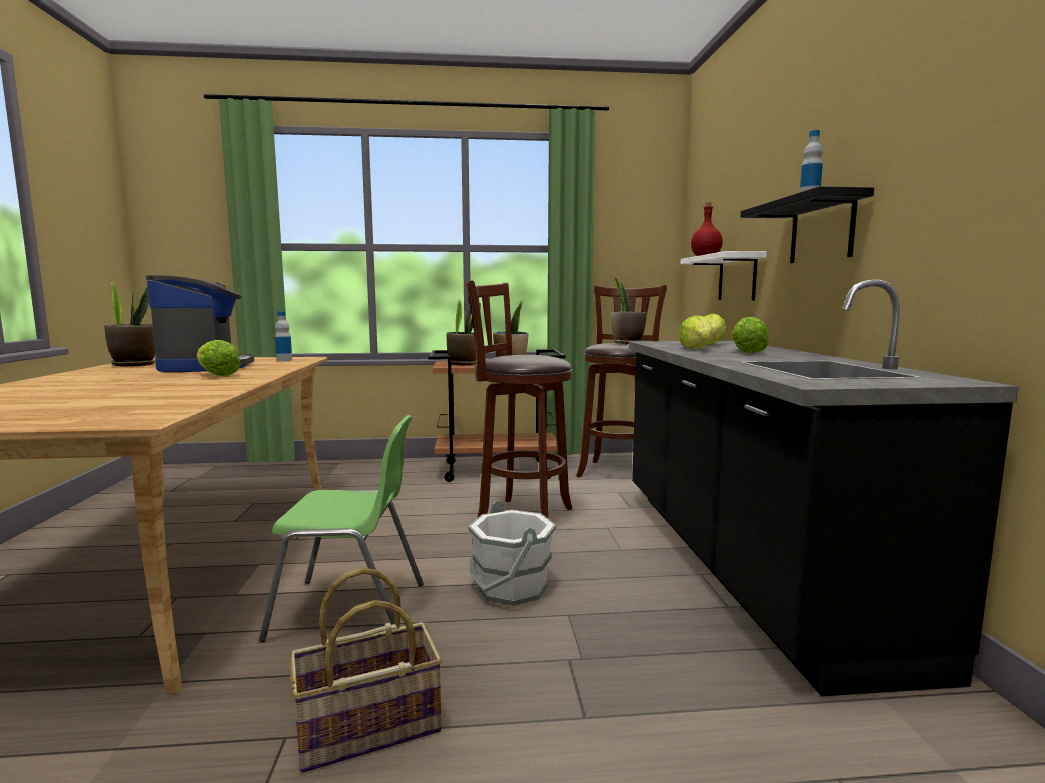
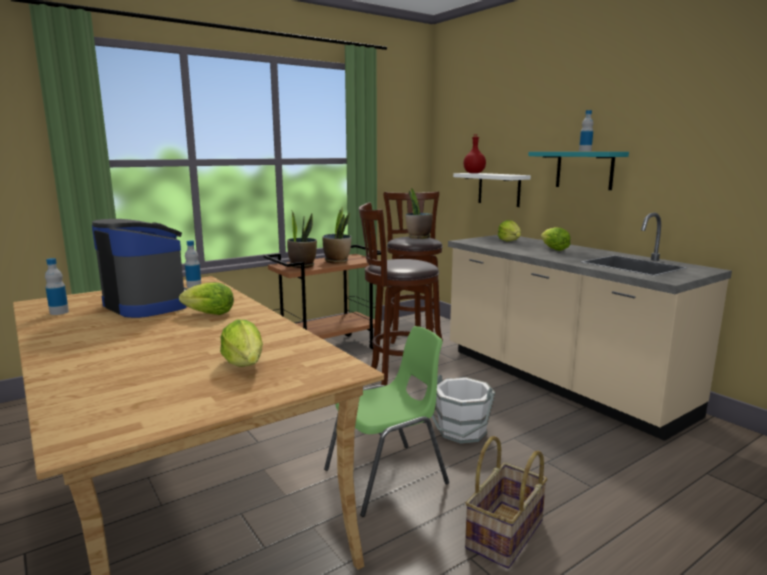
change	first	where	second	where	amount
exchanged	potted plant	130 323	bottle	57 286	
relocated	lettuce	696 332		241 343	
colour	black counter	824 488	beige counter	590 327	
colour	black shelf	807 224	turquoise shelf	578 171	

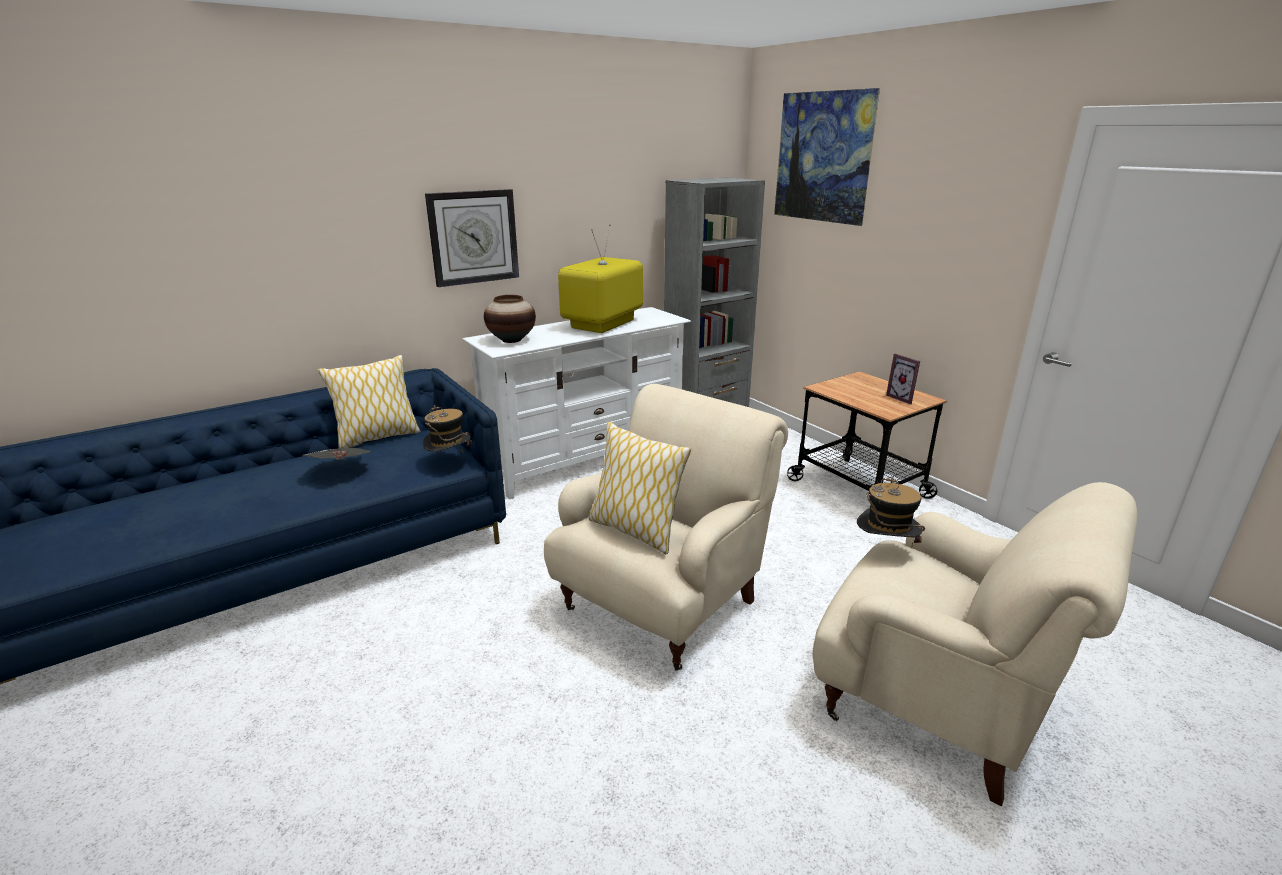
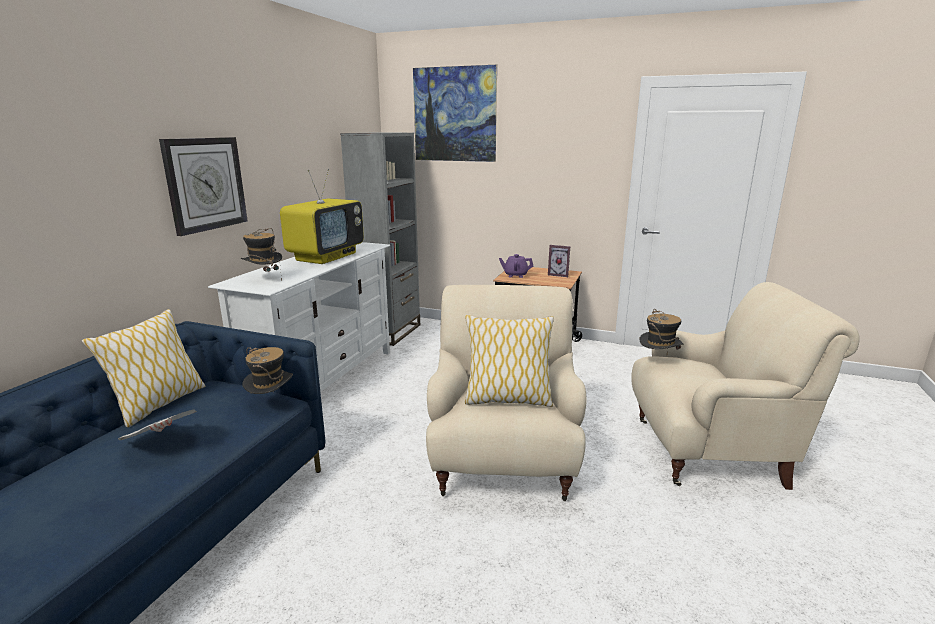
change	first	where	second	where	amount
exchanged	vase	510 319	hat	261 254	
spun	television	600 278		322 216	150 degrees counterclockwise
appeared			purple teapot	516 266	

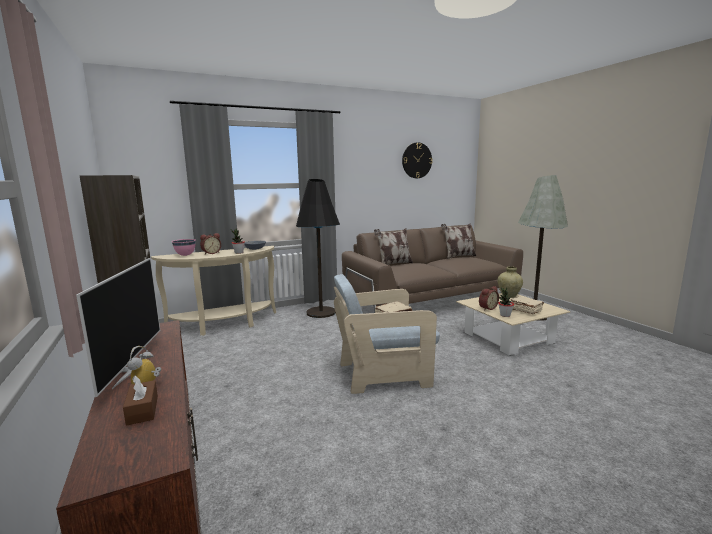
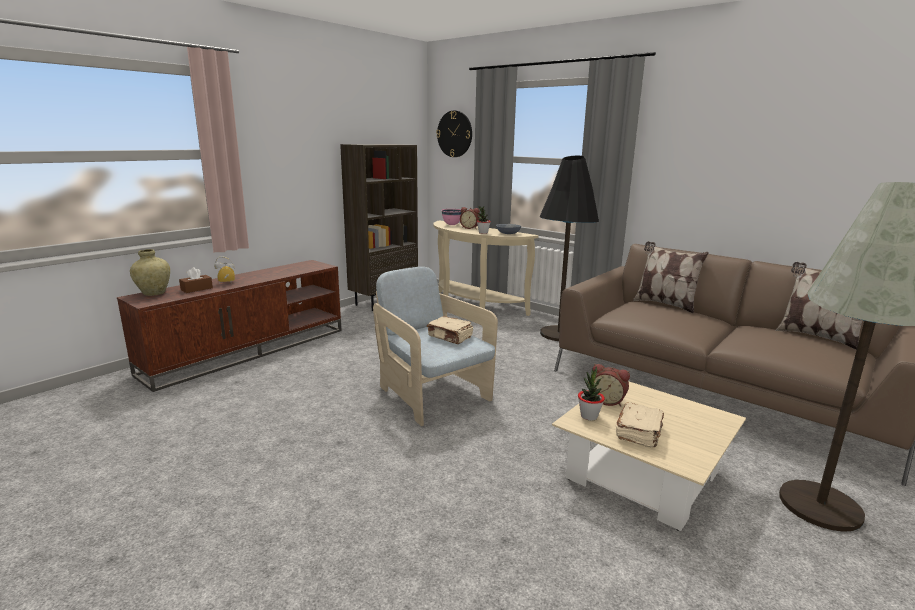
change	first	where	second	where	amount
relocated	beige vase	510 282		150 272	
relocated	wall clock	417 160		454 133	
missing	television	118 327			

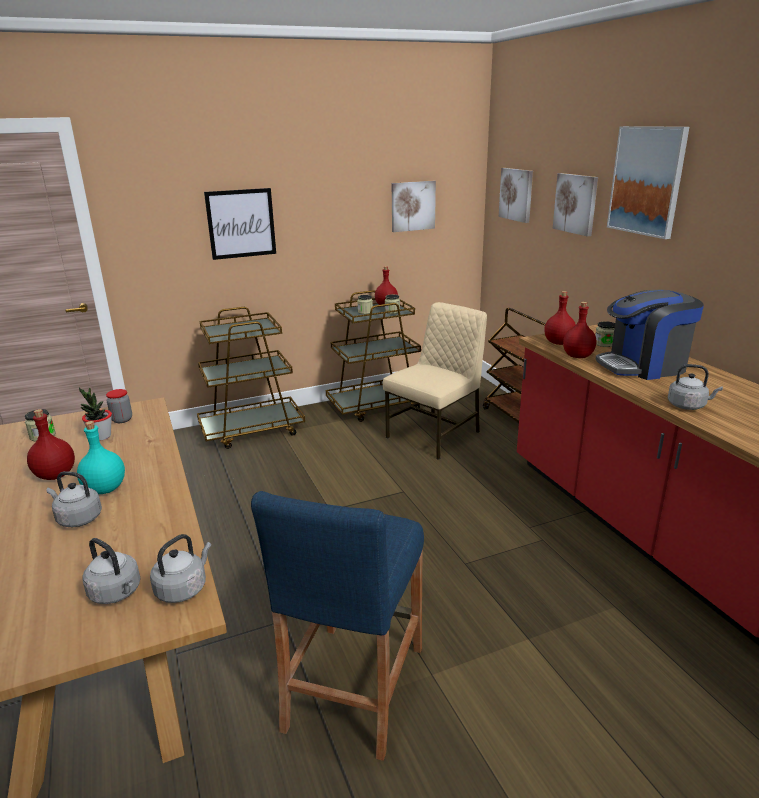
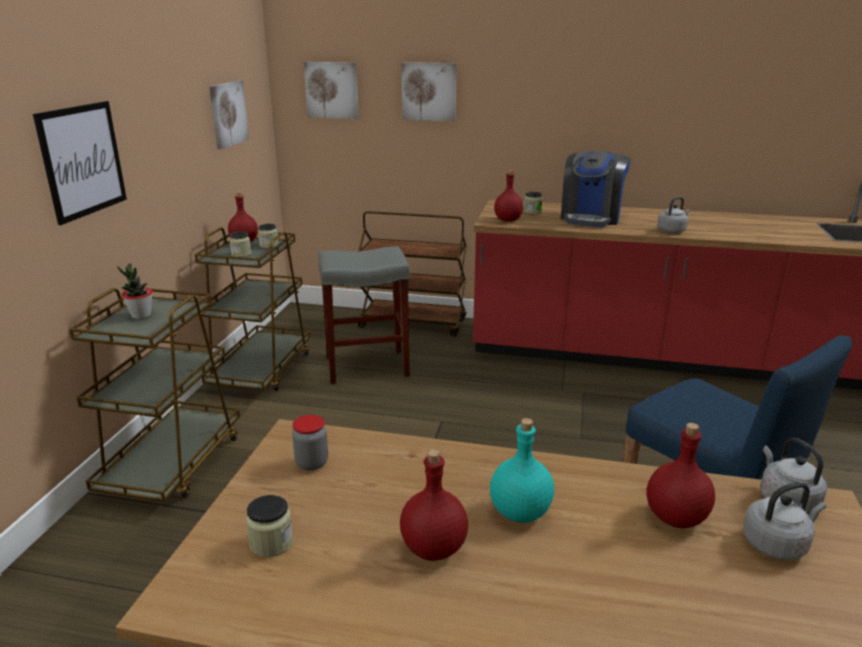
change	first	where	second	where	amount
relocated	potted plant	95 414		135 291	
exchanged	beige chair	435 381	grey stool	364 315	
relocated	red bottle	579 330		681 476	
missing	grey kettle	74 499			
missing	picture	648 182			

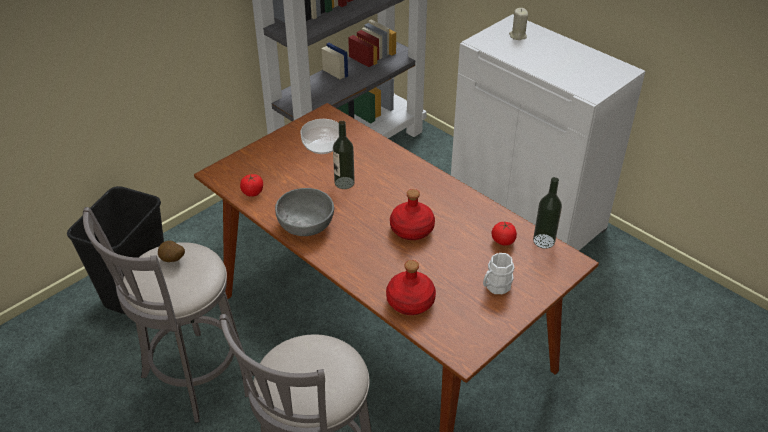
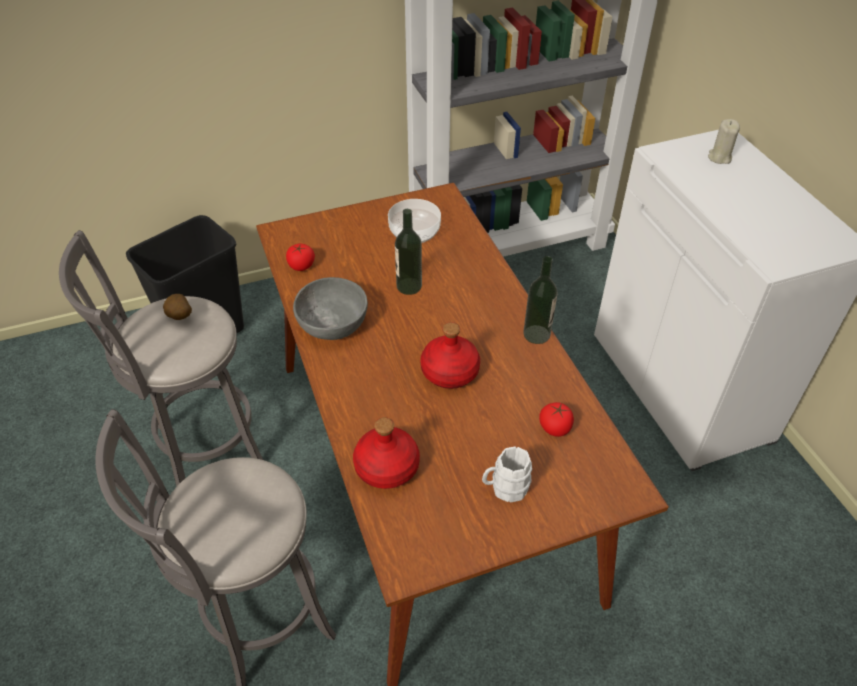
change	first	where	second	where	amount
relocated	bottle	547 213		540 300	

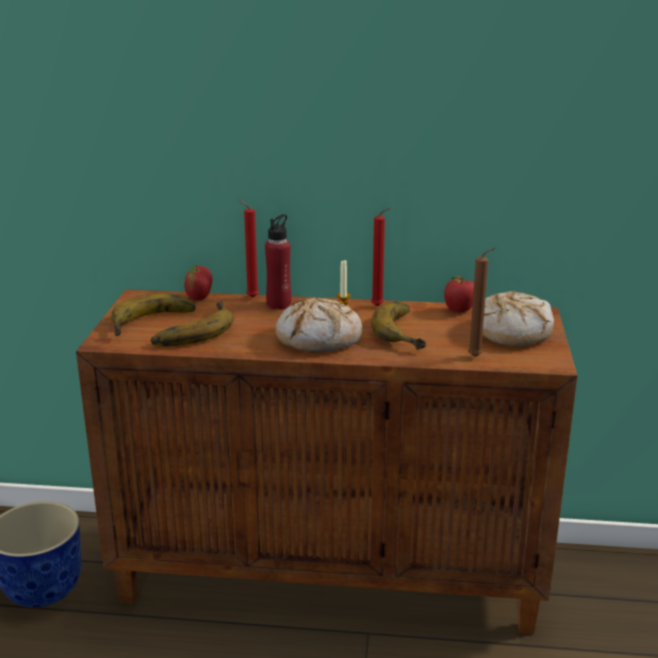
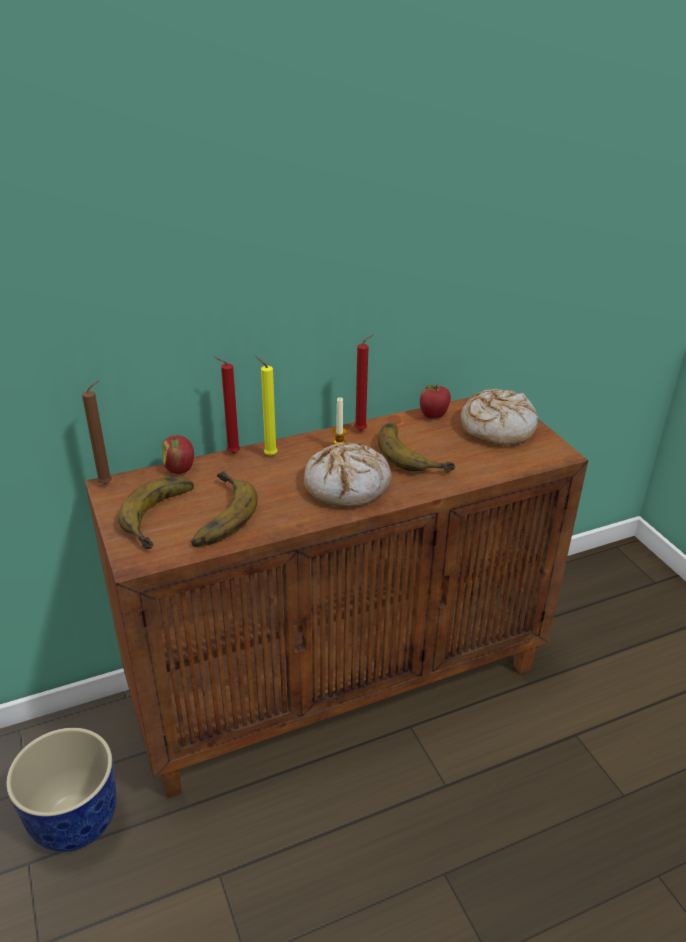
change	first	where	second	where	amount
relocated	brown candle	482 302		97 432	
exchanged	red bottle	278 262	yellow candle	266 406	

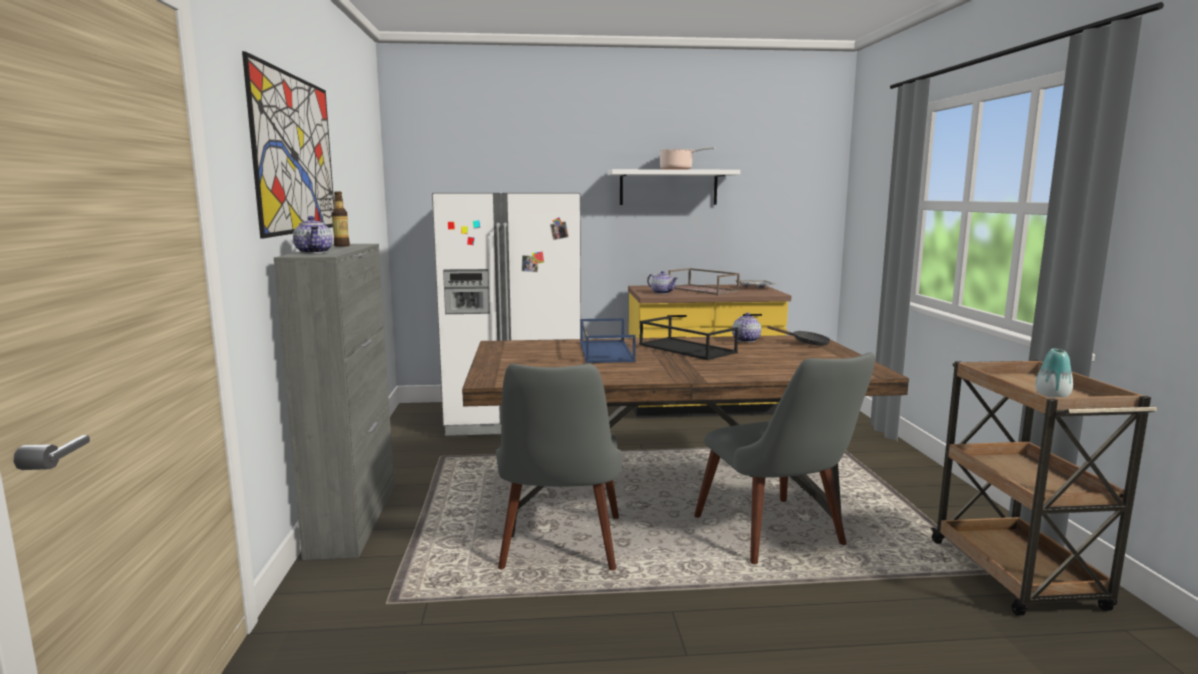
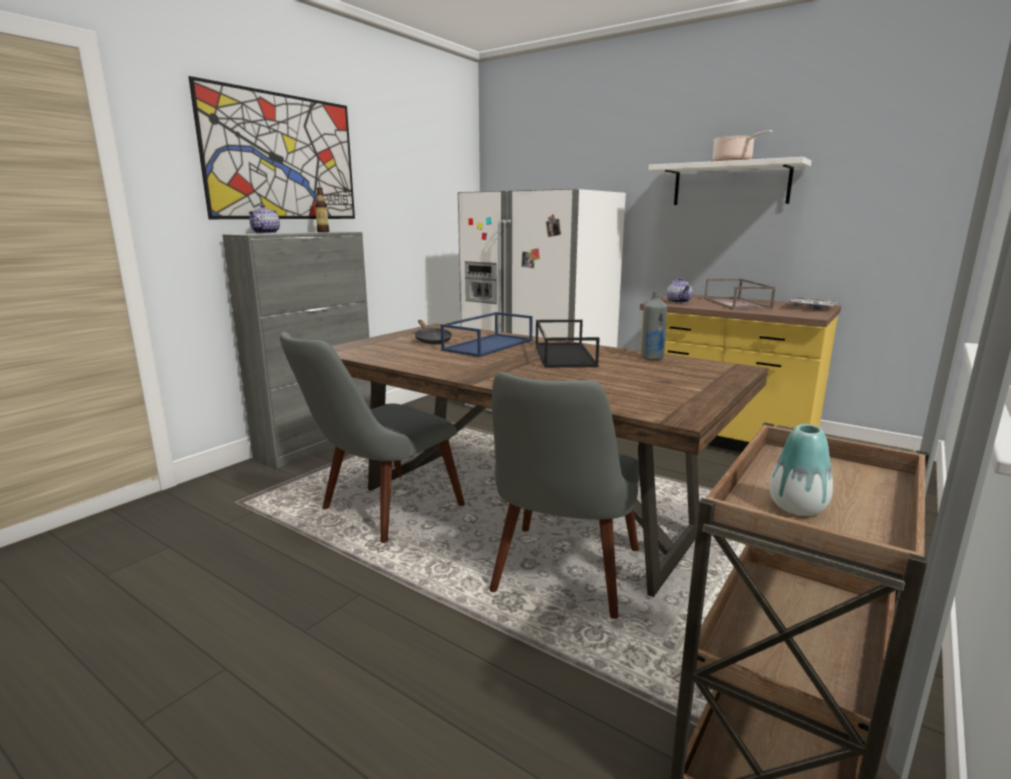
change	first	where	second	where	amount
relocated	black frying pan	799 336		433 332	
exchanged	teapot	746 327	grey bottle	654 325	

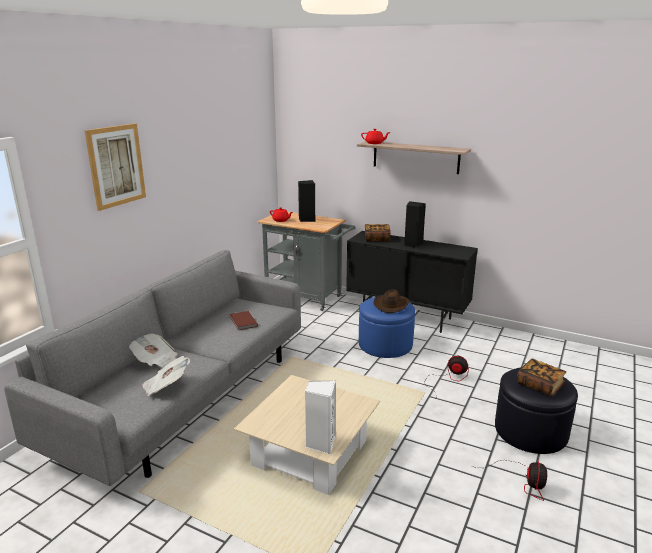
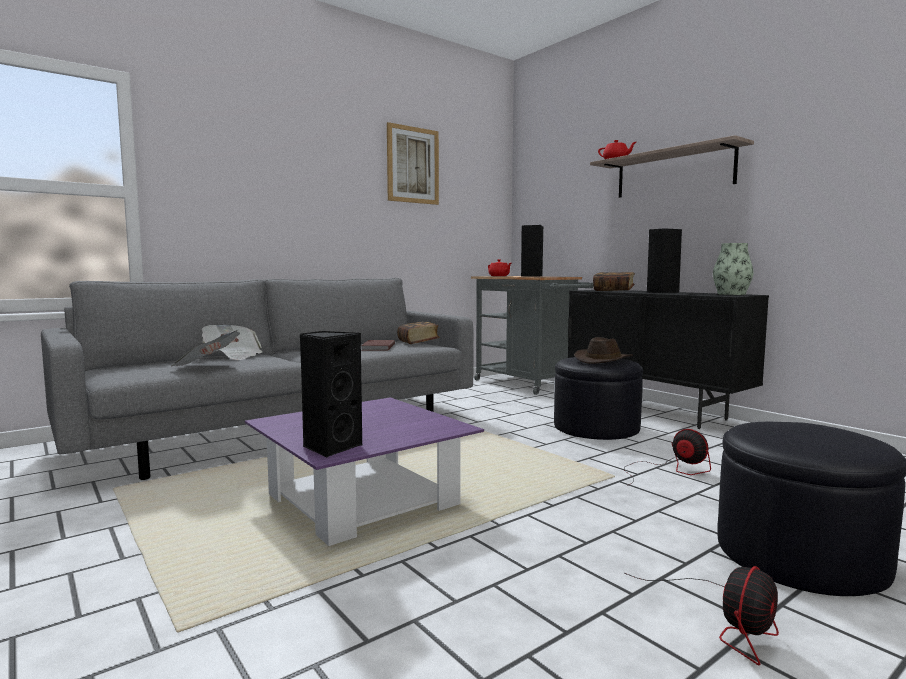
change	first	where	second	where	amount
colour	beige coffee table	307 435	purple coffee table	364 471	
colour	white speaker	320 417	black speaker	331 394	
relocated	picture	115 167		413 163	
relocated	book	541 378		418 332	
colour	blue ottoman	387 327	black ottoman	598 398	
appeared			vase	733 269	

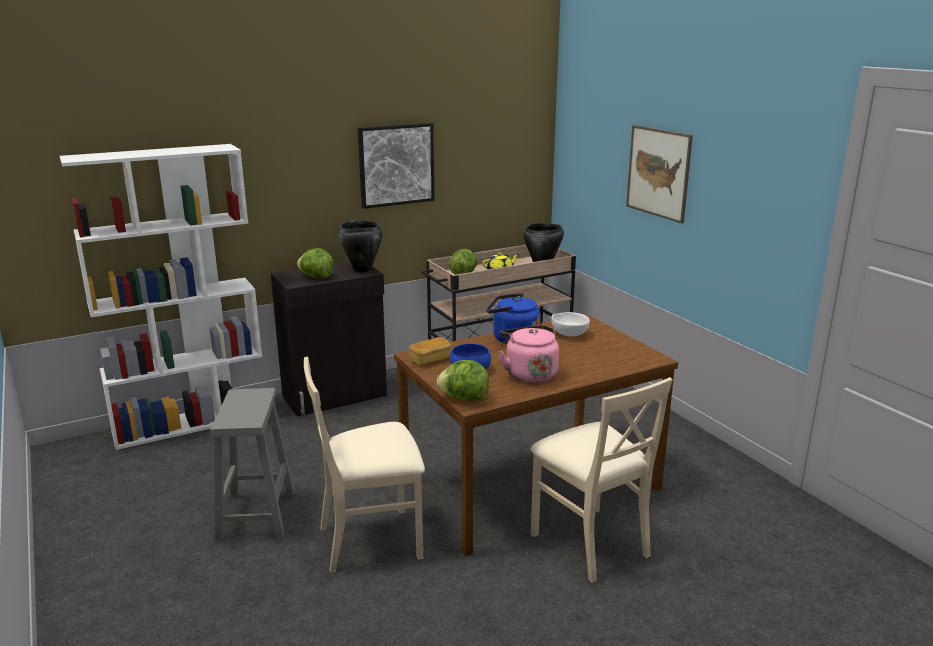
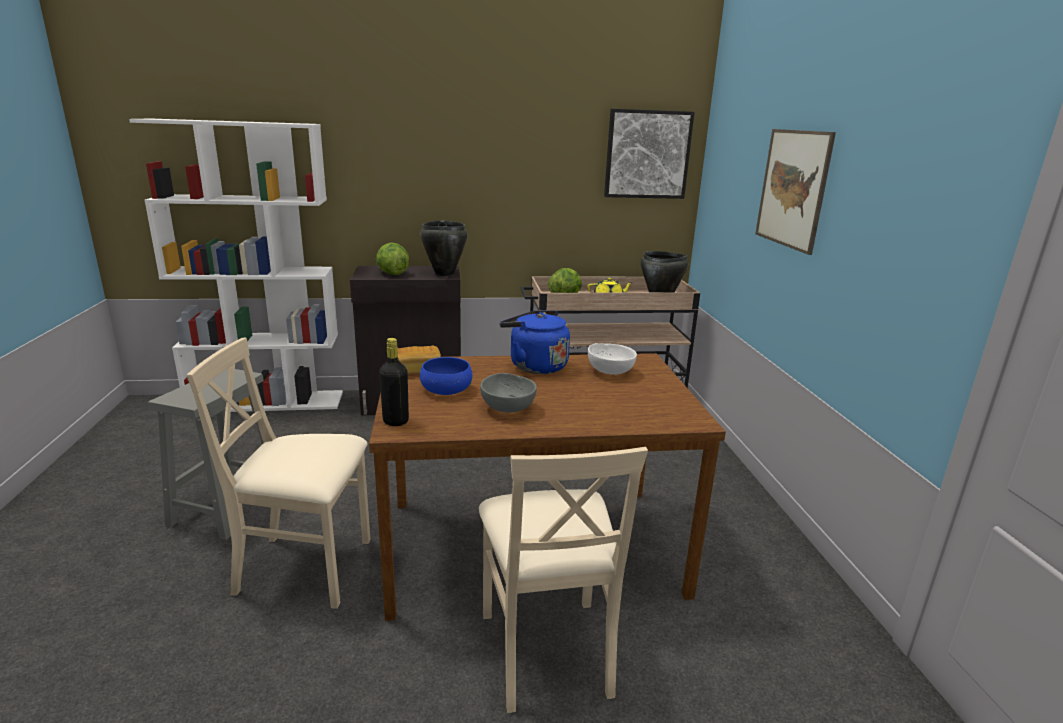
change	first	where	second	where	amount
exchanged	lettuce	463 380	black bottle	394 382	
exchanged	pink kettle	528 354	grey bowl	508 393	
relocated	picture	396 166		649 154	

